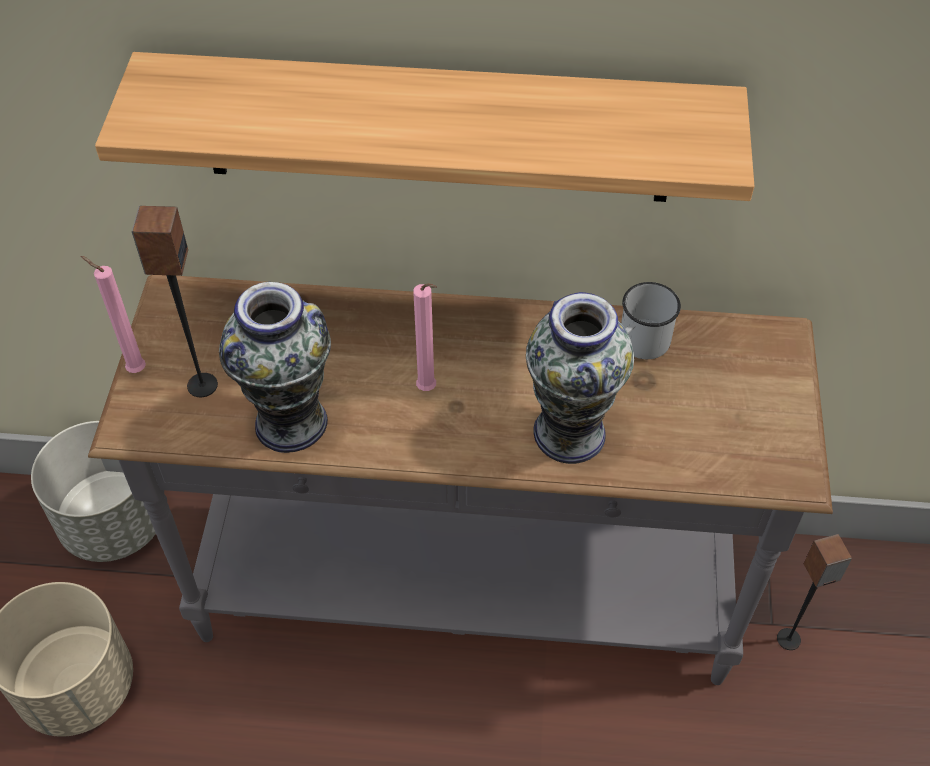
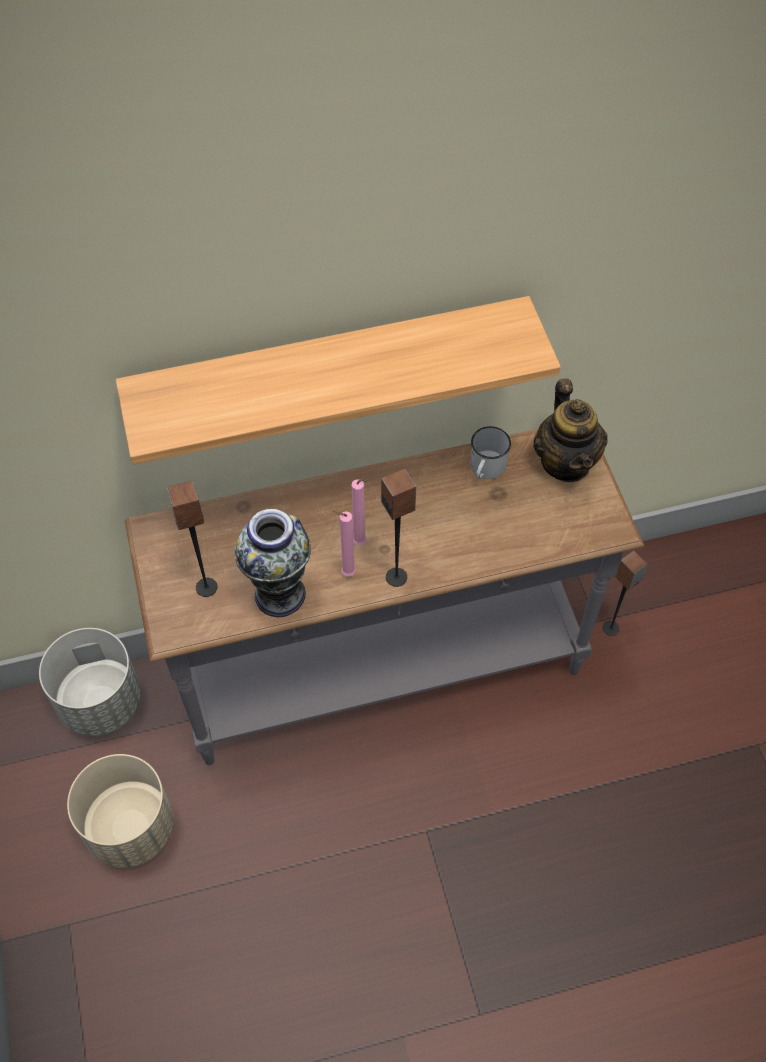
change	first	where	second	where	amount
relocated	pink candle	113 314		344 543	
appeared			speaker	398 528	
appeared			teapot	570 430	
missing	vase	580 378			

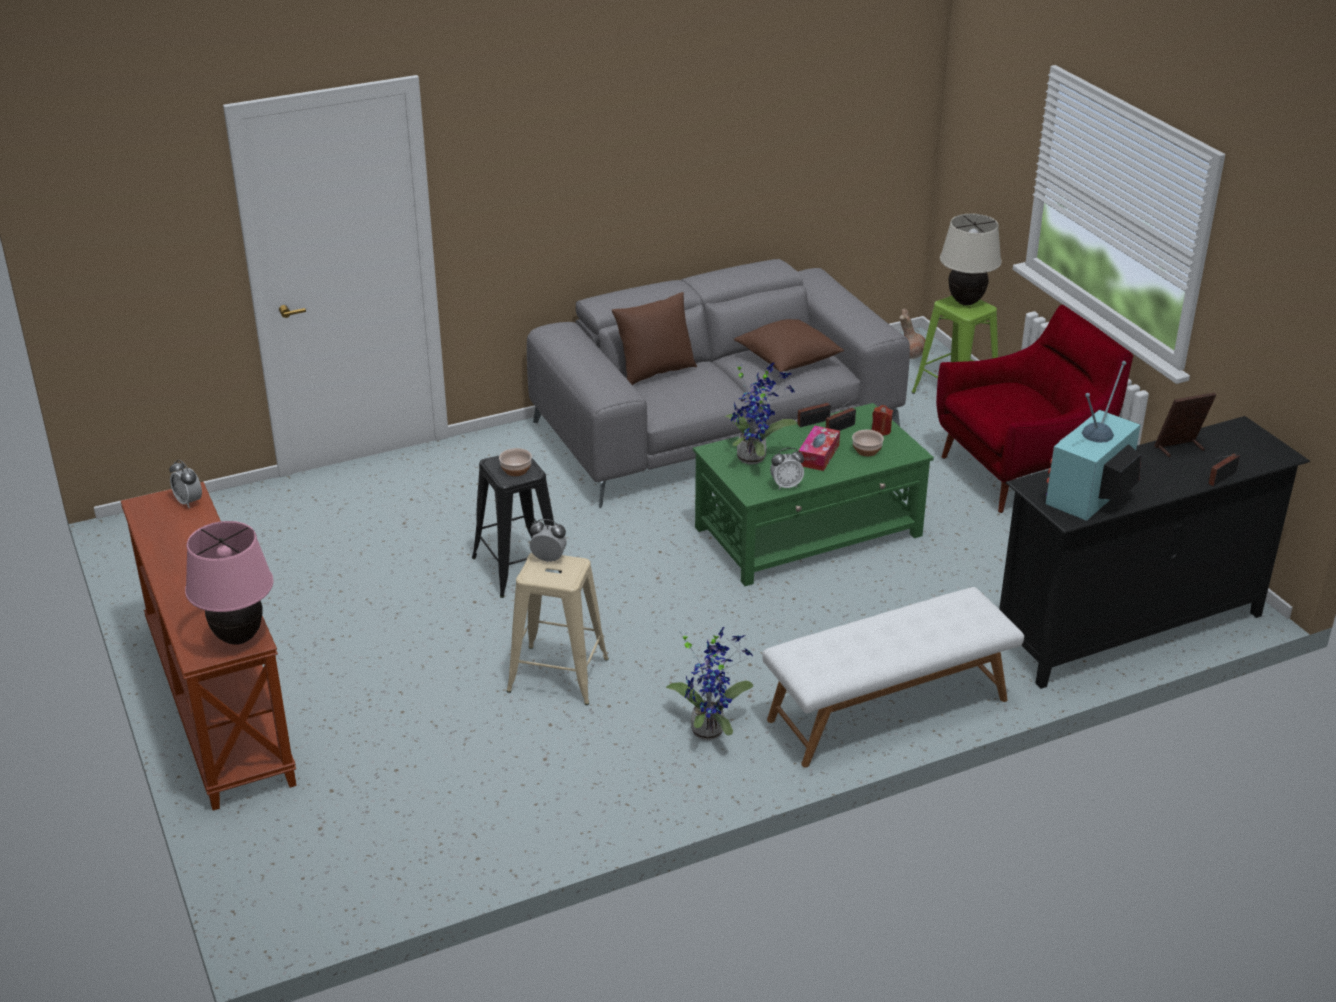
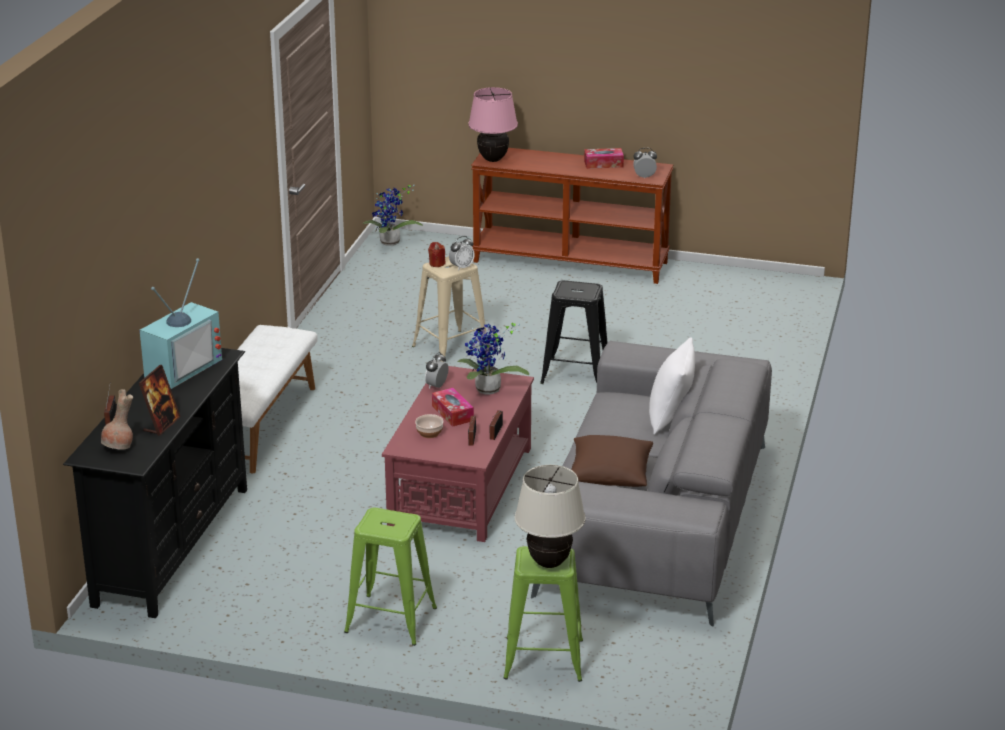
change	first	where	second	where	amount
relocated	brown vase	912 334		117 419	
spun	television	1093 441		180 323	45 degrees clockwise
exchanged	red armchair	1035 409	green stool	390 577	
relocated	potted plant	709 683		393 215	
colour	green coffee table	813 494	red coffee table	458 454	
relocated	red candle	882 420		437 254	
appeared			tissue box	604 158	
colour	brown pillow	654 338	white pillow	672 386	
missing	bowl	515 462			

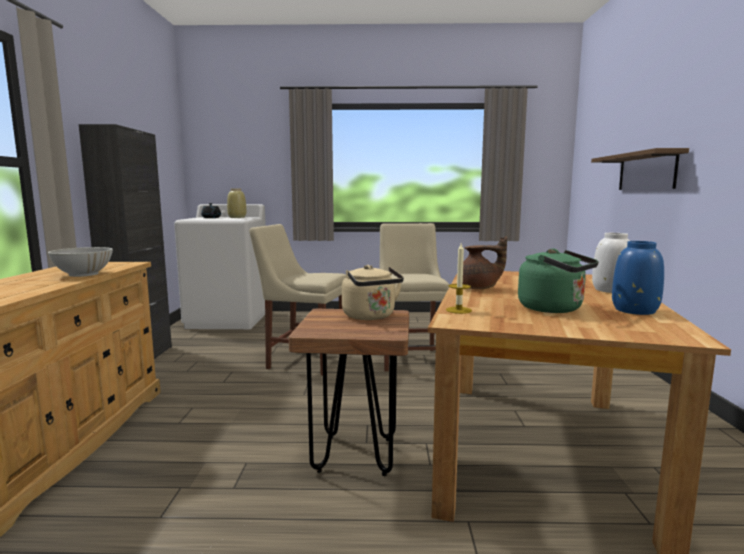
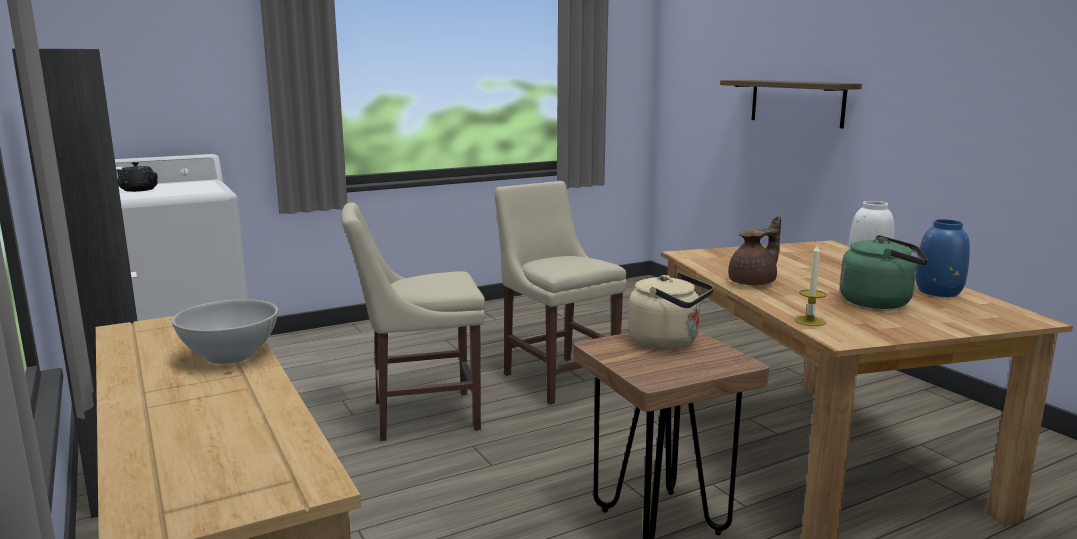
change	first	where	second	where	amount
missing	beige vase	236 203			

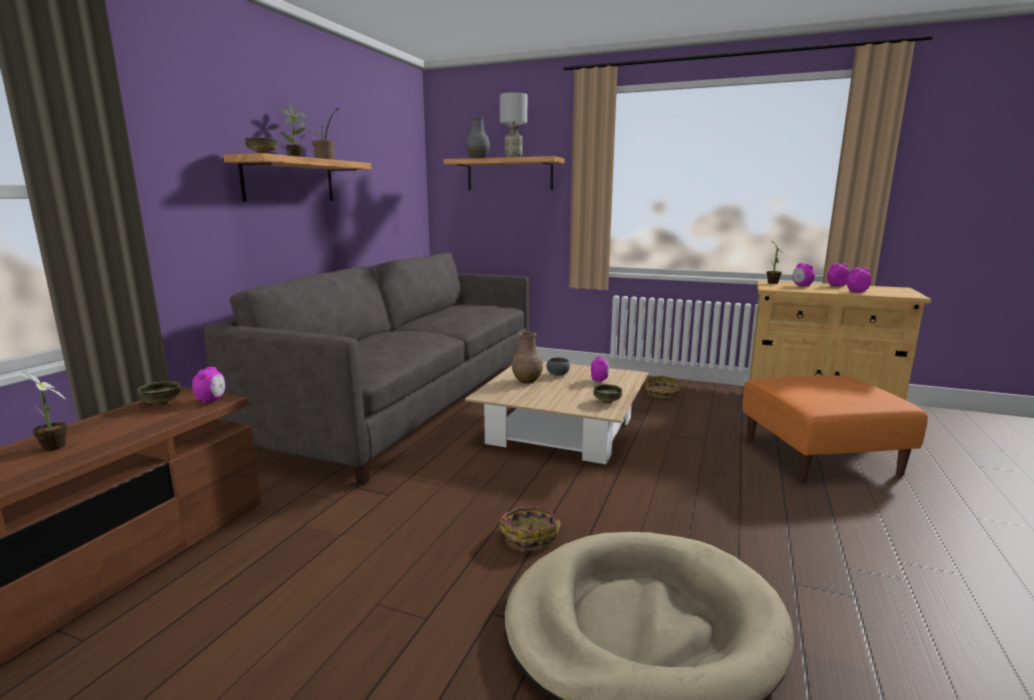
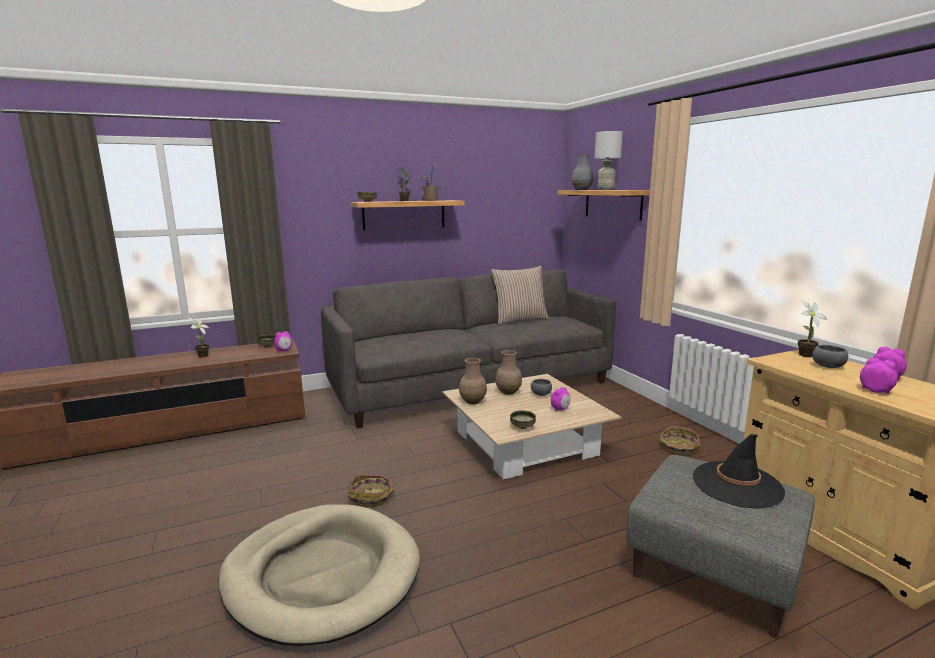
change	first	where	second	where	amount
appeared			brown vase	473 381	
appeared			pillow	520 295	
colour	orange ottoman	835 429	grey ottoman	720 546	
appeared			black hat	739 471	
exchanged	alarm clock	804 275	grey bowl	830 356	

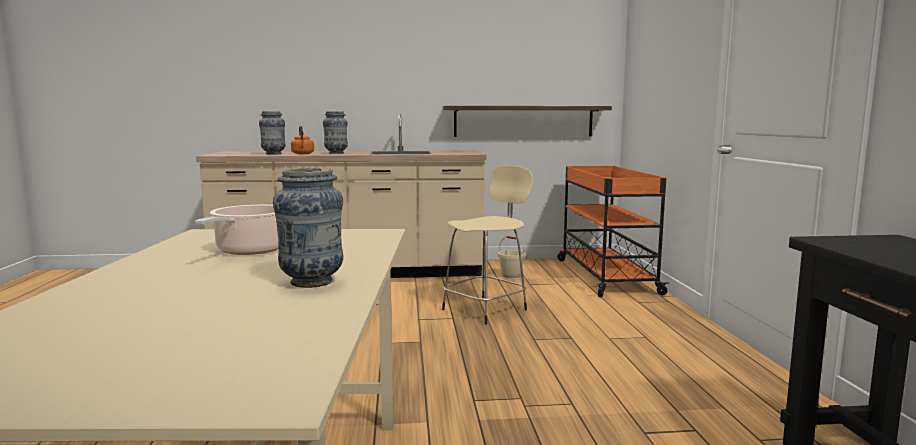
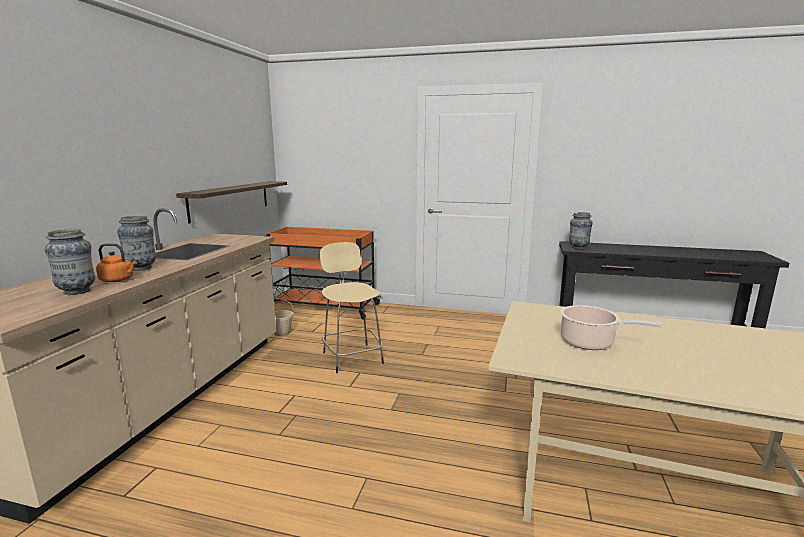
change	first	where	second	where	amount
relocated	vase	308 228		581 230	

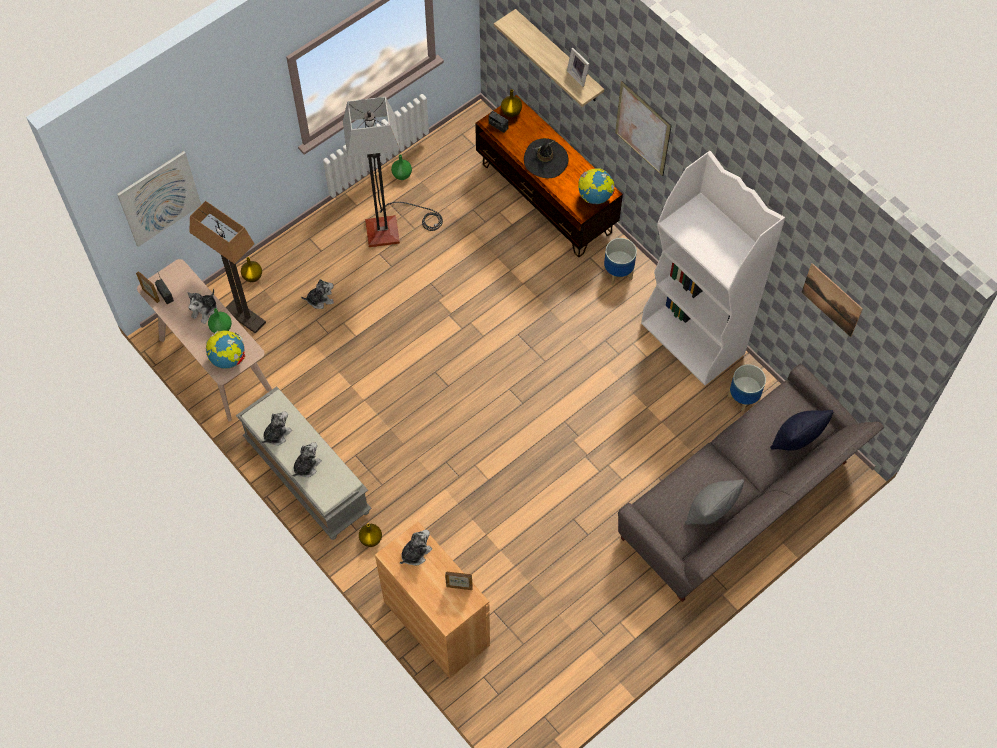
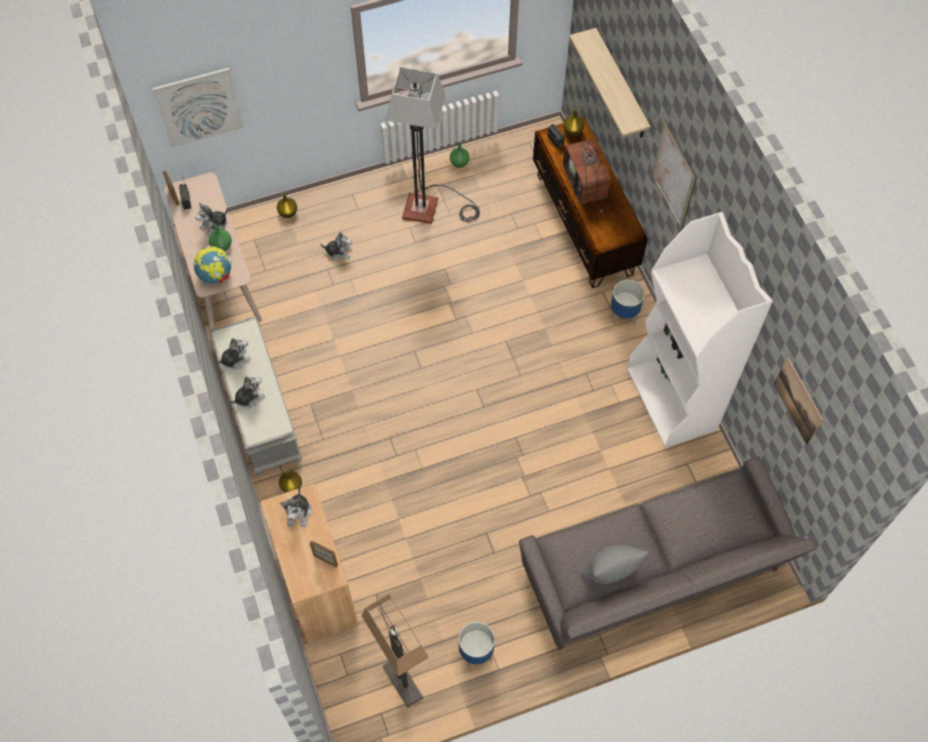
change	first	where	second	where	amount
spun	plush toy	416 548		296 507	120 degrees clockwise
relocated	floor lamp	227 267		395 651	
relocated	planter	747 388		477 645	
exchanged	black hat	546 158	television	586 169	
missing	picture frame	578 67			
missing	globe	596 186			
missing	black pillow	801 430			

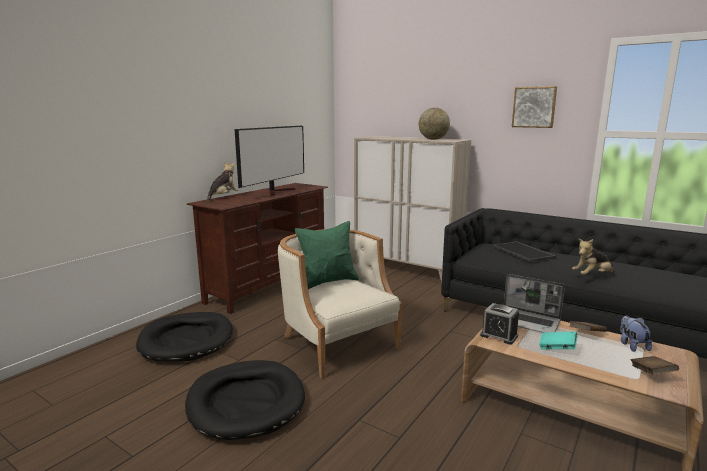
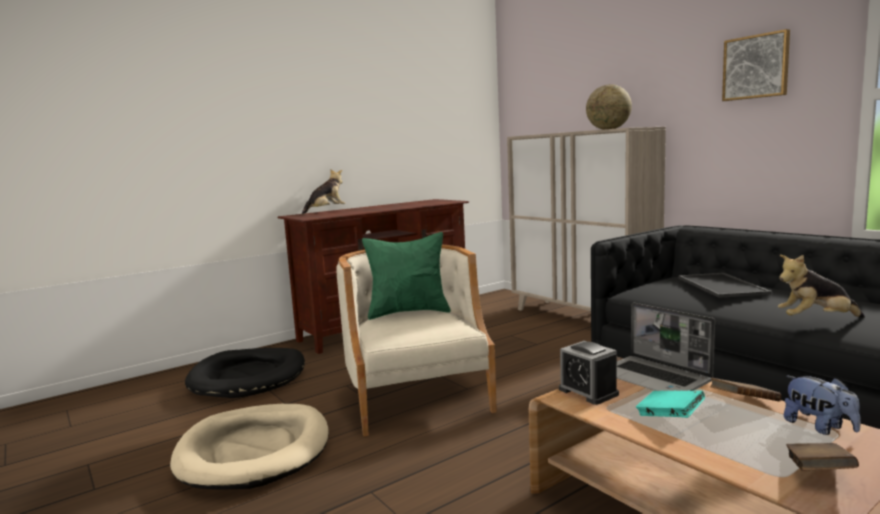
change	first	where	second	where	amount
colour	black dog bed	245 400	beige dog bed	249 447	
spun	plush toy	636 334		822 405	135 degrees clockwise
missing	television	269 160			

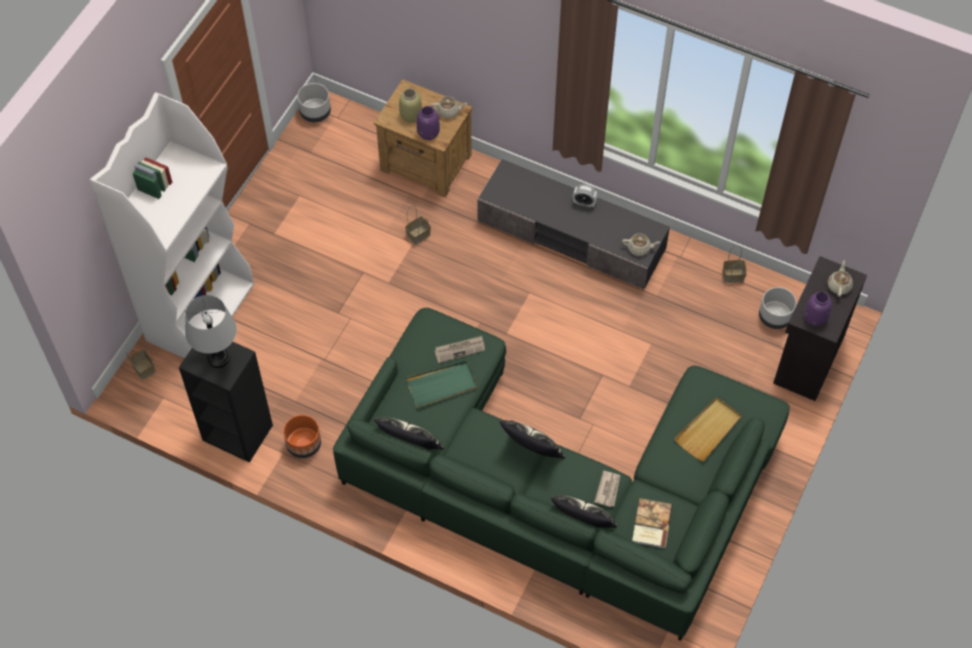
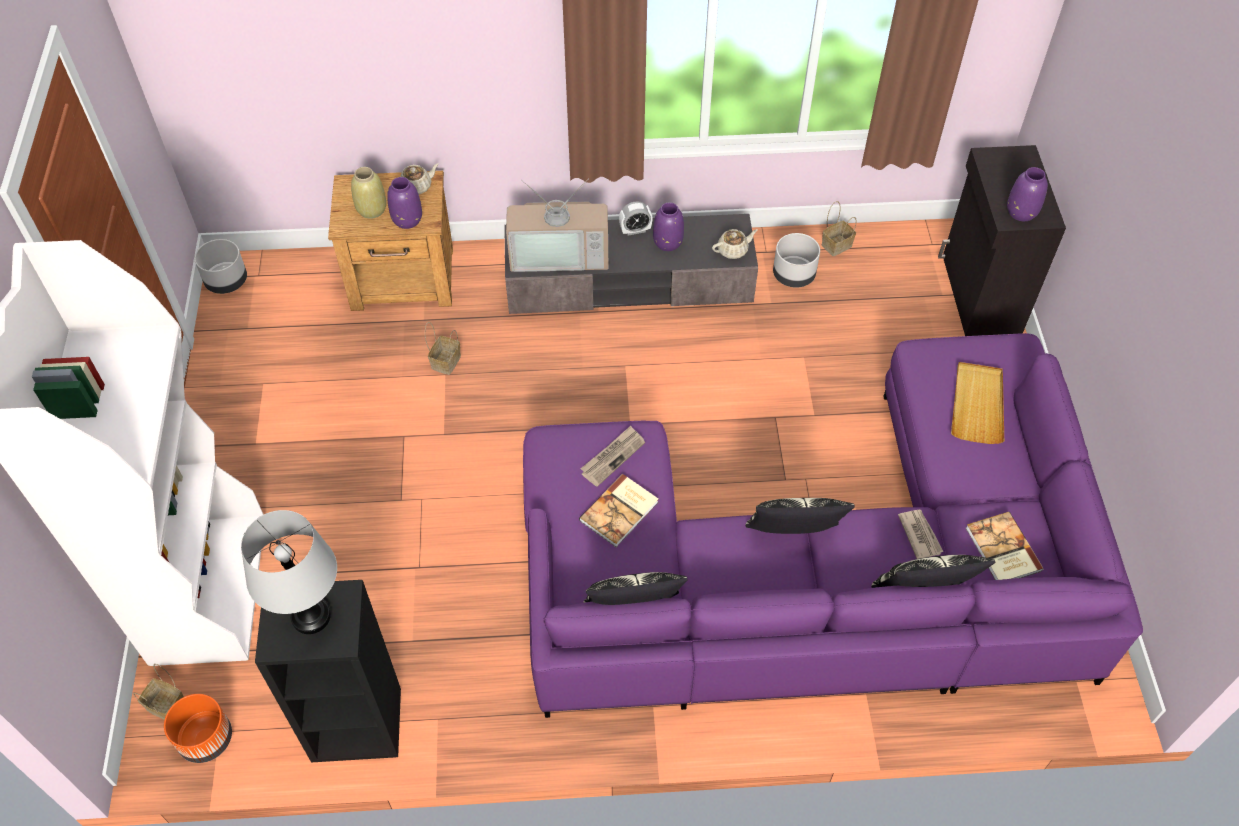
change	first	where	second	where	amount
relocated	orange planter	302 436		198 728	
appeared			television	557 225	
colour	green sofa	561 474	purple sofa	833 525	
exchanged	green tray	442 384	book	618 510	
appeared			purple vase	668 226	
relocated	grey planter	778 308		796 260	
missing	beige teapot	840 279			

